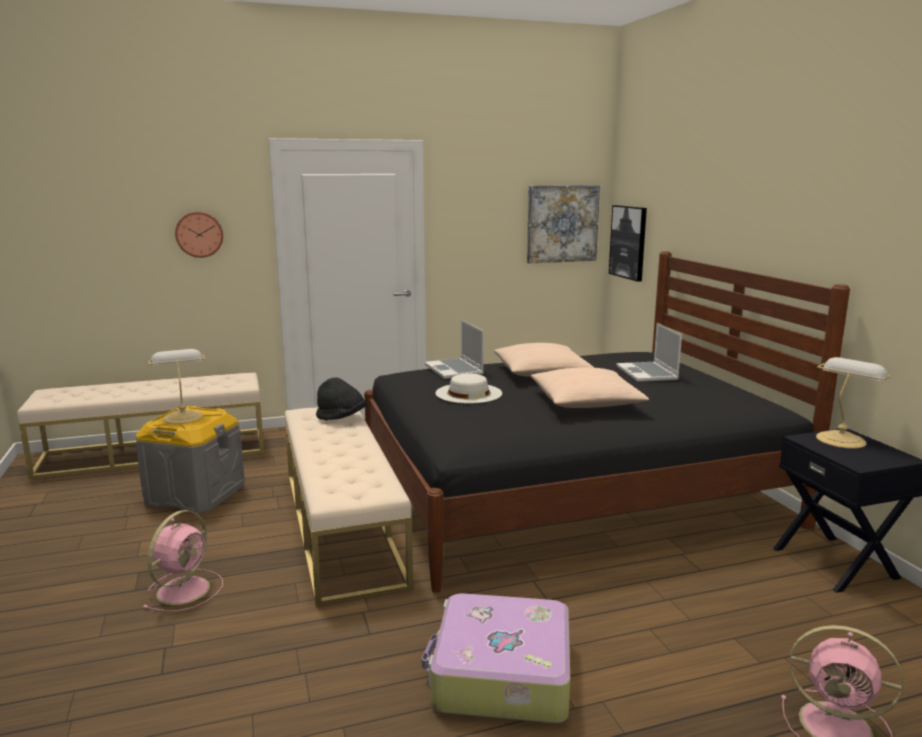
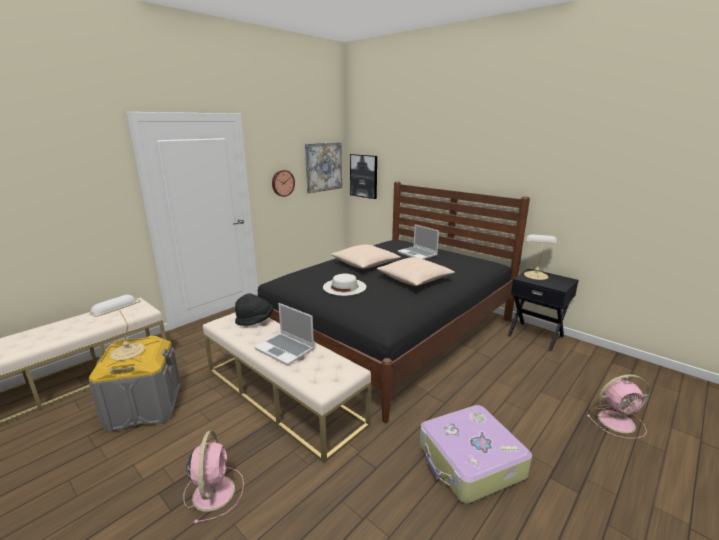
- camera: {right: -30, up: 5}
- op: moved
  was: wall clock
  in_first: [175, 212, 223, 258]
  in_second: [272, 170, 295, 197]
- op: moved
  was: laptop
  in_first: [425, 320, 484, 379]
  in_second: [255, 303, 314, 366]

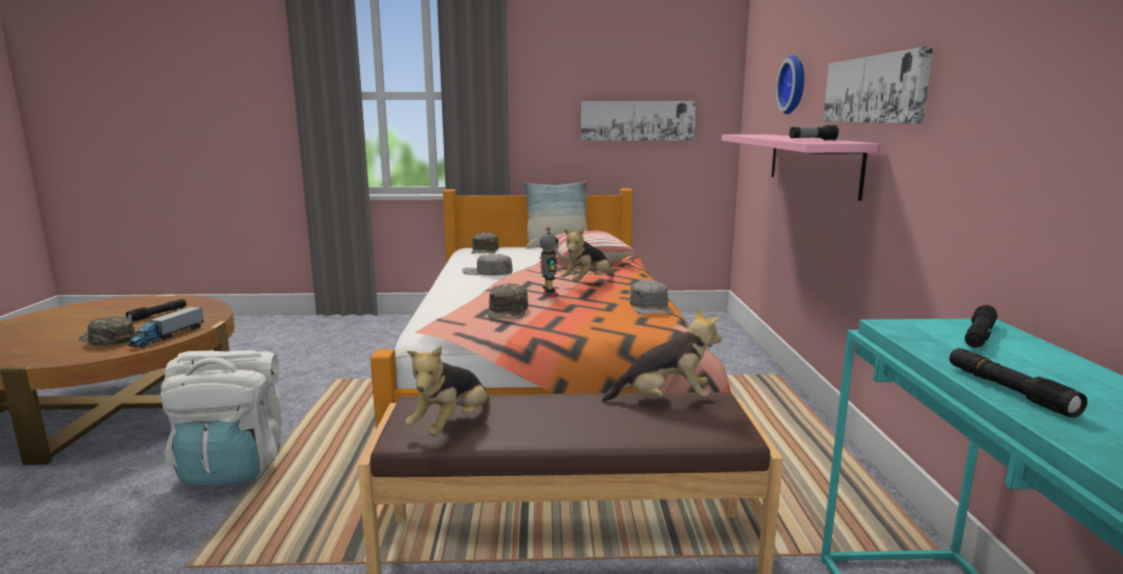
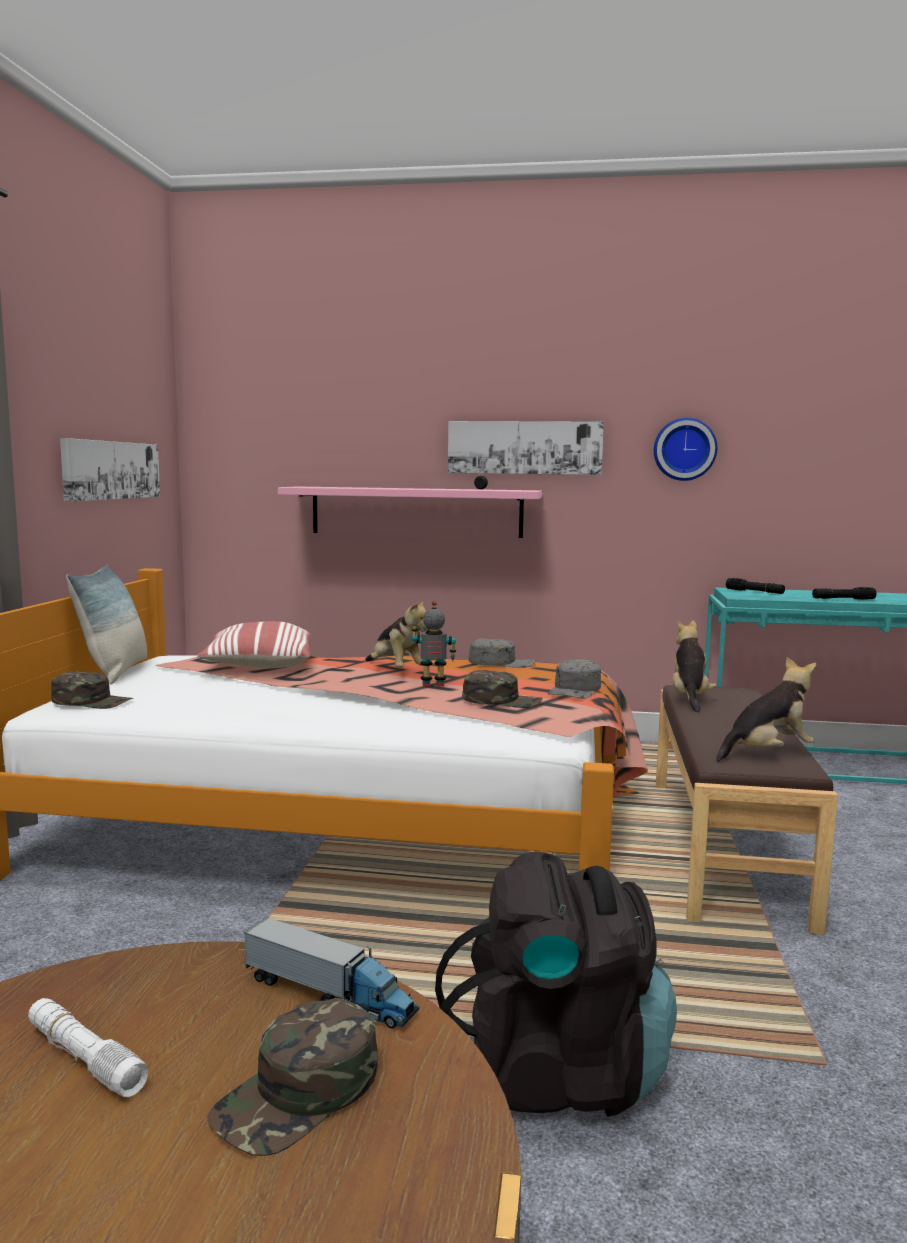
- camera: {right: -80, up: -5}
- op: recoloured
  was: flashlight in black
  now: flashlight in white
  in_first: [126, 299, 186, 322]
  in_second: [28, 998, 148, 1097]
- op: recoloured
  was: backpack in white
  now: backpack in black
  in_first: [161, 350, 281, 486]
  in_second: [435, 851, 677, 1117]
- op: turned
  was: plush toy
  in_first: [405, 346, 489, 436]
  in_second: [716, 657, 816, 762]
  clockwise: -60
- op: moved
  was: cap in grey
  in_first: [462, 254, 513, 276]
  in_second: [548, 659, 601, 699]
- op: moved
  was: wall clock
  in_first: [776, 55, 804, 114]
  in_second: [654, 418, 717, 481]

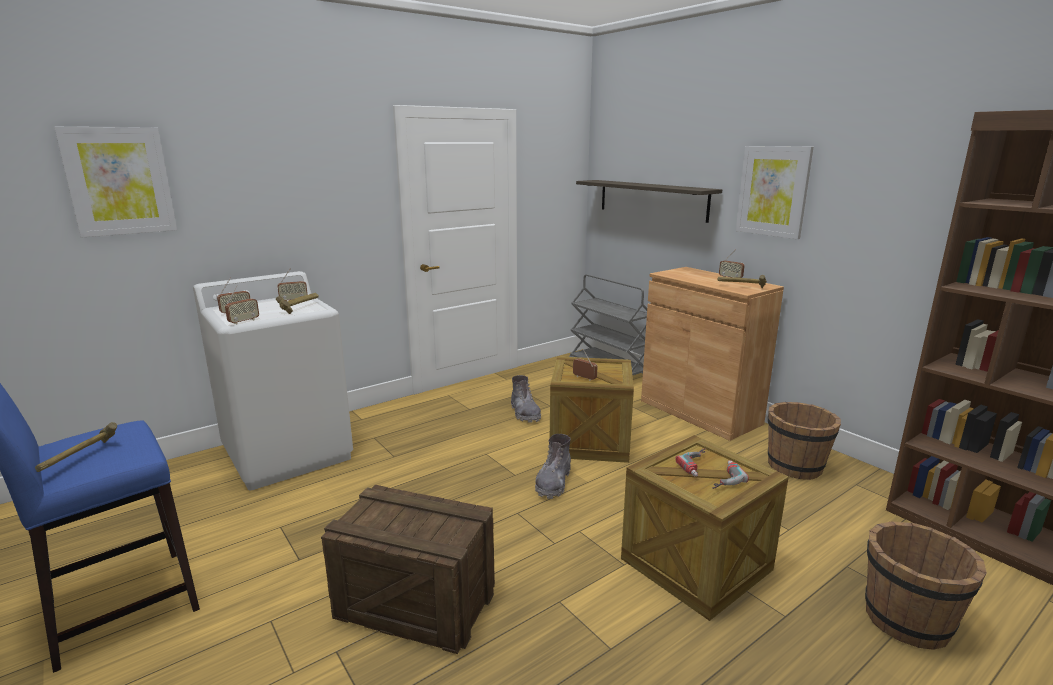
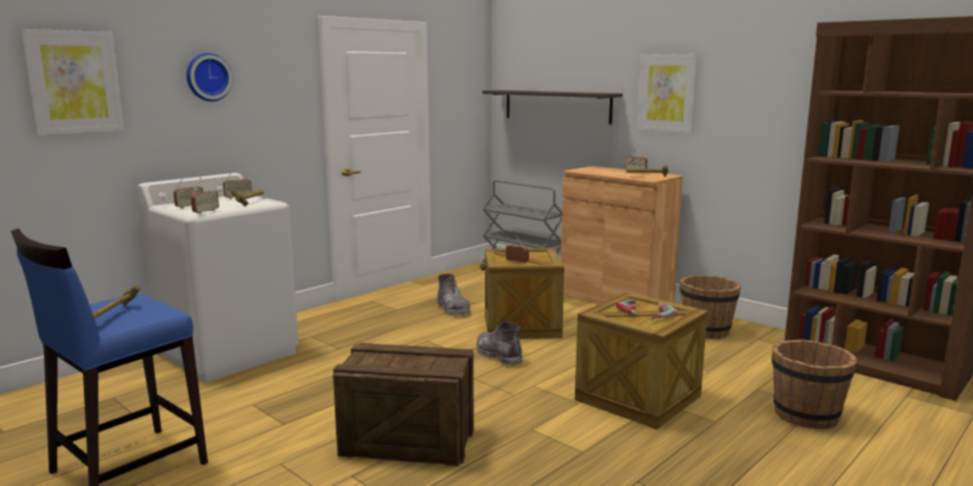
- camera: {right: -10, up: -5}
- op: turned
  was: boot in grey
  in_first: [535, 434, 571, 499]
  in_second: [477, 321, 523, 366]
  clockwise: 135
- op: added
  now: wall clock
  in_second: [186, 53, 232, 102]

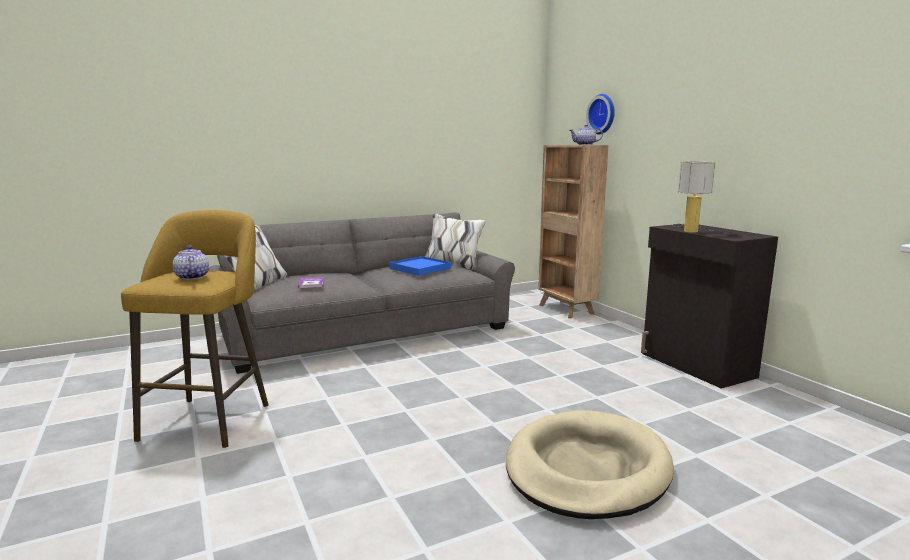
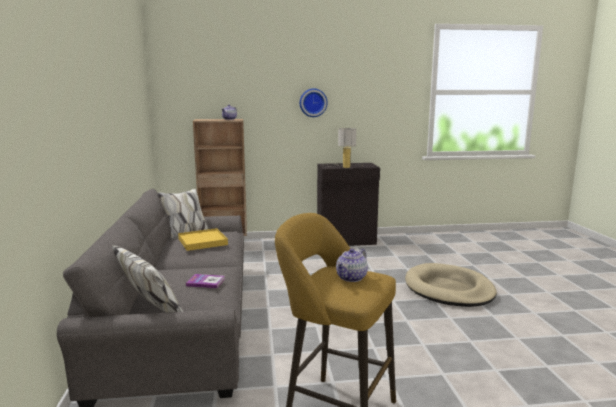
- camera: {right: -70, up: 0}
- op: turned
  was: teapot
  in_first: [173, 246, 209, 280]
  in_second: [336, 248, 368, 282]
  clockwise: -45
- op: recoloured
  was: tray in blue
  now: tray in yellow
  in_first: [389, 256, 451, 276]
  in_second: [178, 228, 228, 251]
- op: moved
  was: wall clock
  in_first: [586, 94, 615, 134]
  in_second: [300, 88, 328, 117]

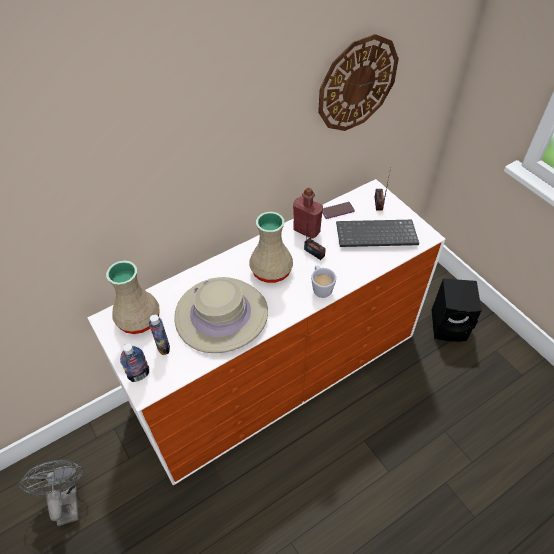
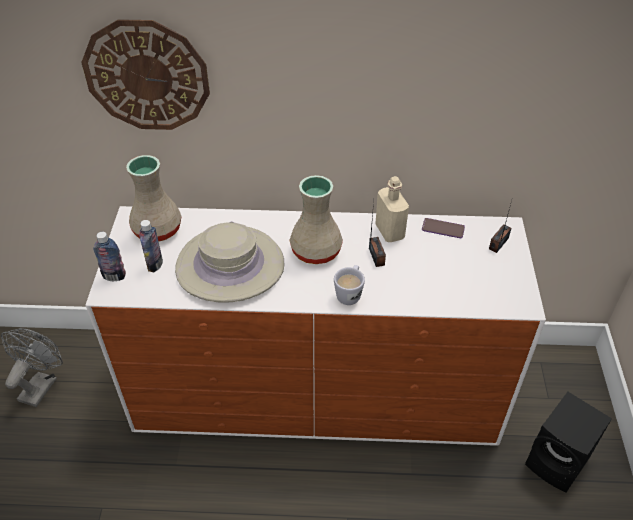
- camera: {right: 35, up: -5}
- op: recoloured
  was: bottle in red
  now: bottle in beige
  in_first: [293, 188, 323, 239]
  in_second: [375, 176, 409, 242]
- op: moved
  was: wall clock
  in_first: [318, 34, 399, 131]
  in_second: [81, 19, 210, 130]
- op: removed
  was: keyboard
  in_first: [336, 220, 419, 247]

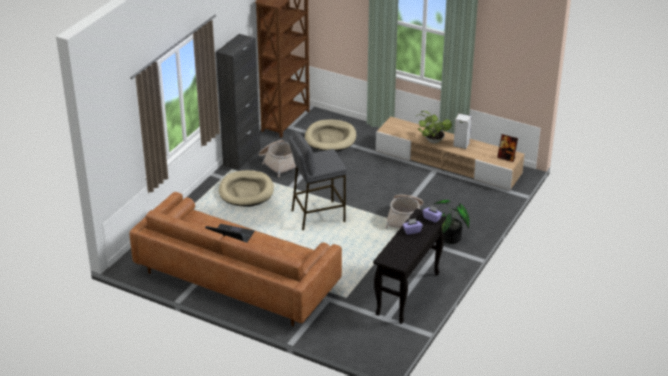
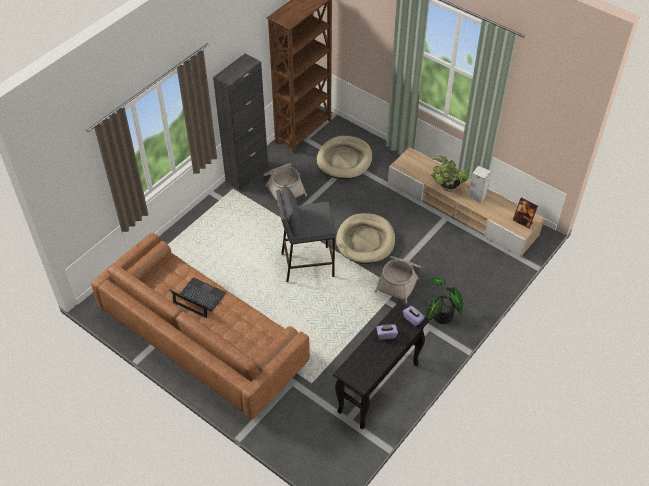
- camera: {right: 10, up: 15}
- op: moved
  was: dog bed in beige
  in_first: [219, 170, 274, 207]
  in_second: [336, 213, 395, 264]

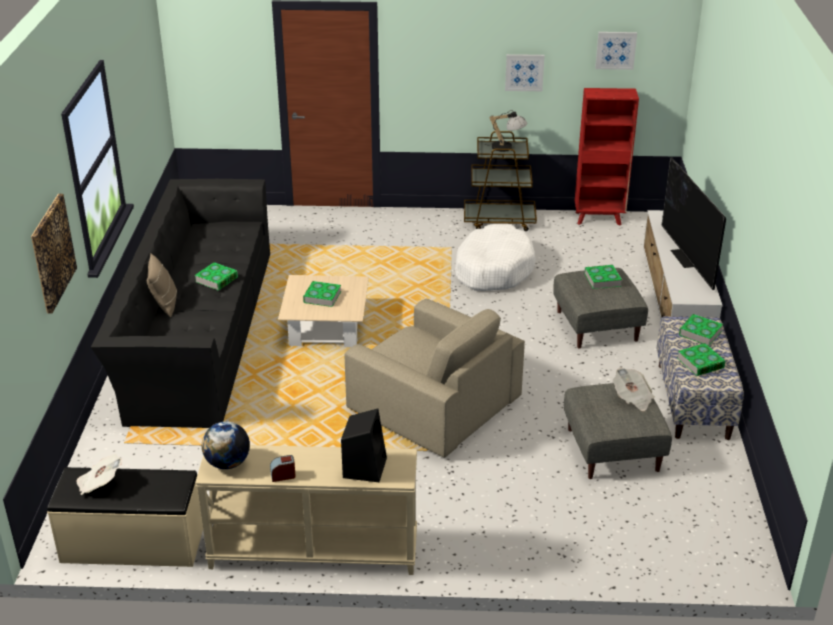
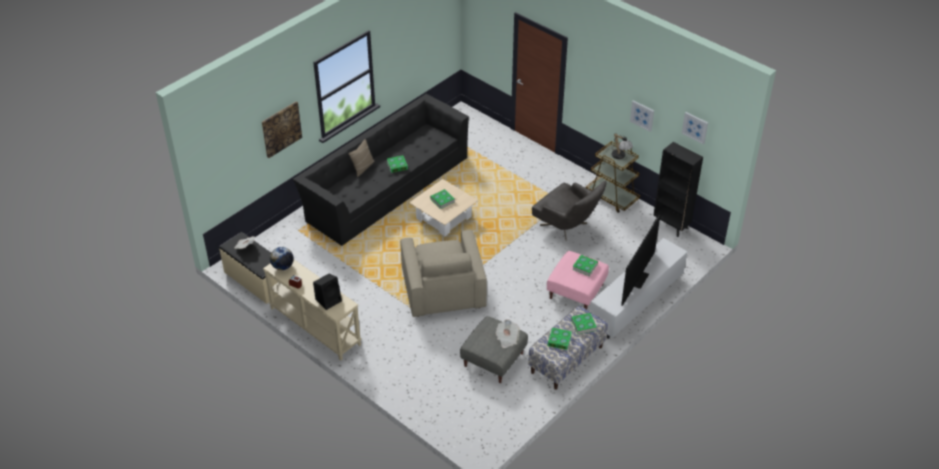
- camera: {right: 40, up: 10}
- op: replaced
  was: dog bed in white
  now: armchair in grey
  in_first: [455, 224, 536, 291]
  in_second: [532, 181, 606, 241]
- op: recoloured
  was: ottoman in grey
  now: ottoman in pink
  in_first: [553, 268, 648, 348]
  in_second: [547, 251, 609, 309]
- op: recoloured
  was: bookcase in red
  now: bookcase in black
  in_first: [575, 88, 639, 226]
  in_second: [653, 142, 703, 237]

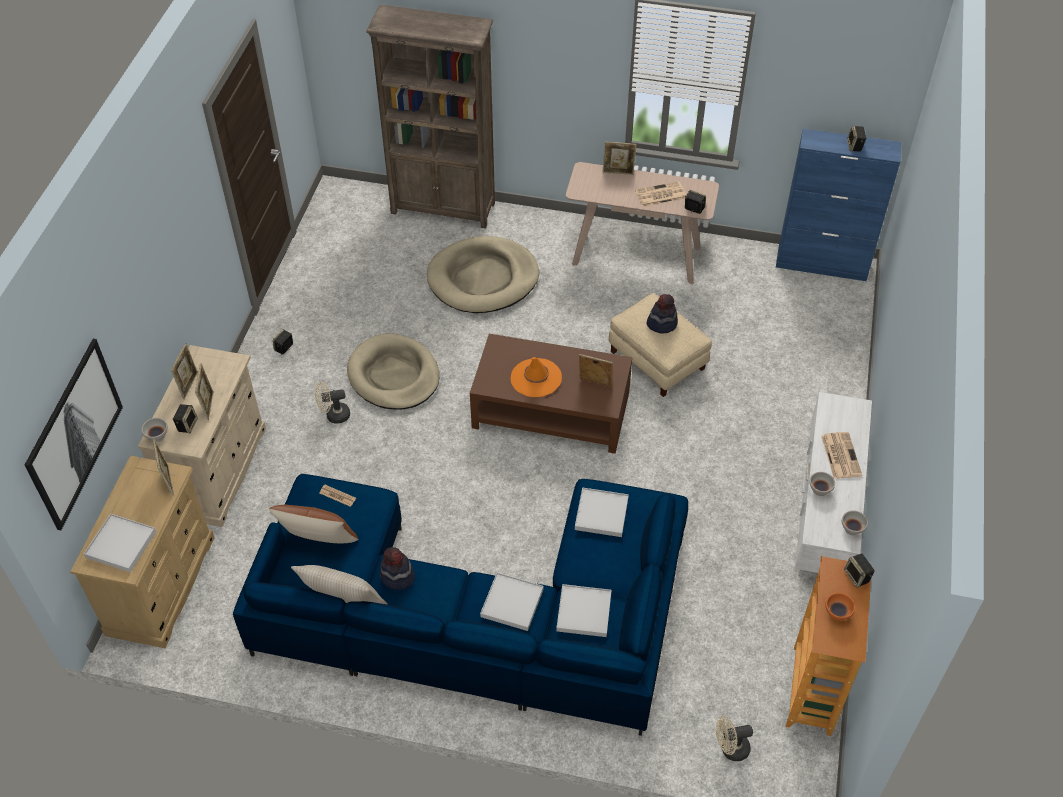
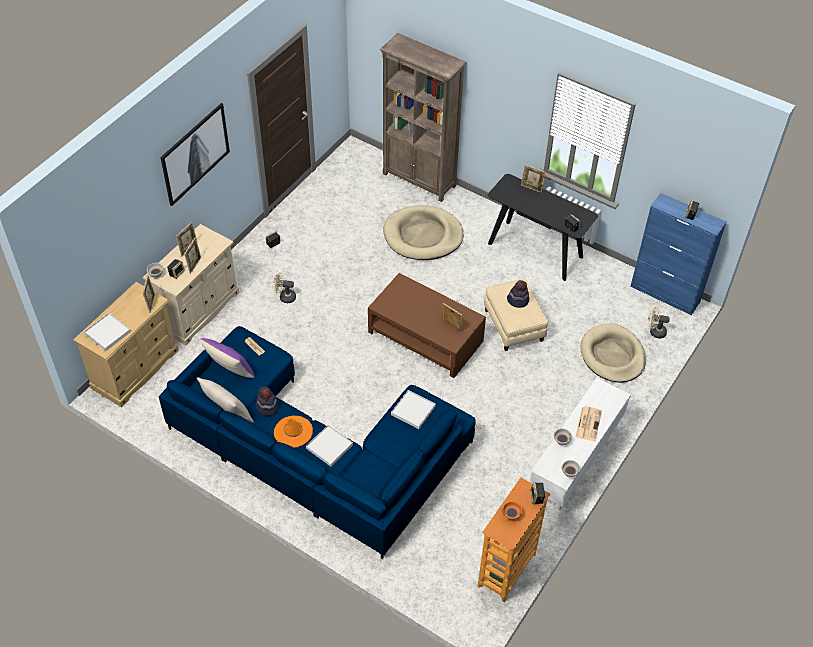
- camera: {right: 20, up: 0}
- op: moved
  was: picture
  in_first: [25, 339, 123, 530]
  in_second: [160, 103, 230, 206]
- op: recoloured
  was: pillow in brown
  now: pillow in purple
  in_first: [269, 505, 359, 543]
  in_second: [201, 338, 255, 378]
- op: moved
  was: dog bed in beige
  in_first: [347, 333, 439, 410]
  in_second: [580, 323, 646, 383]
- op: moved
  was: hat in orange
  in_first: [511, 357, 562, 397]
  in_second: [274, 416, 313, 447]
- op: removed
  was: tray in white
  in_first: [556, 584, 611, 637]
- op: recoloured
  was: console table in beige
  now: console table in black
  in_first: [566, 162, 719, 284]
  in_second: [488, 174, 598, 281]
- op: removed
  was: newspaper
  in_first: [635, 181, 686, 207]
- op: moved
  was: fan in beige
  in_first: [716, 716, 753, 761]
  in_second: [648, 307, 670, 338]

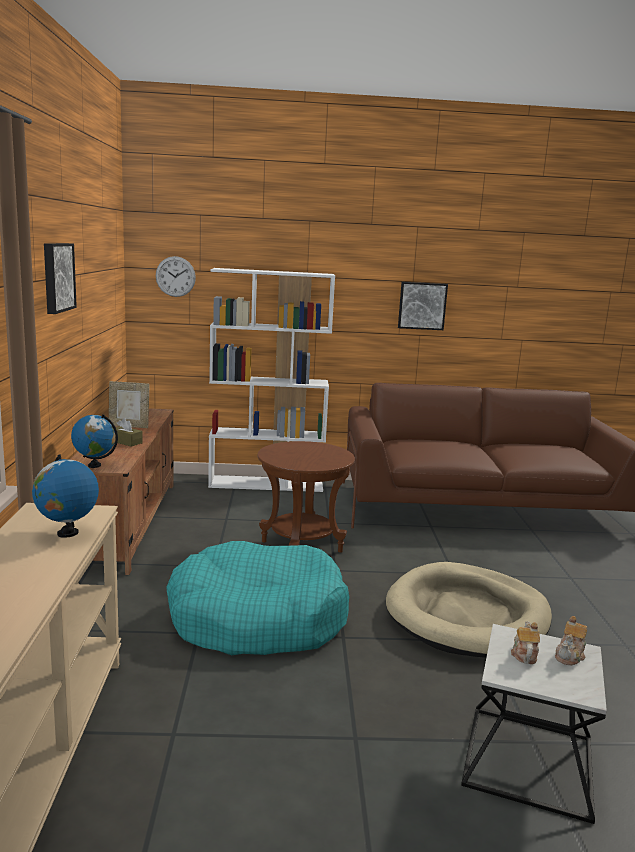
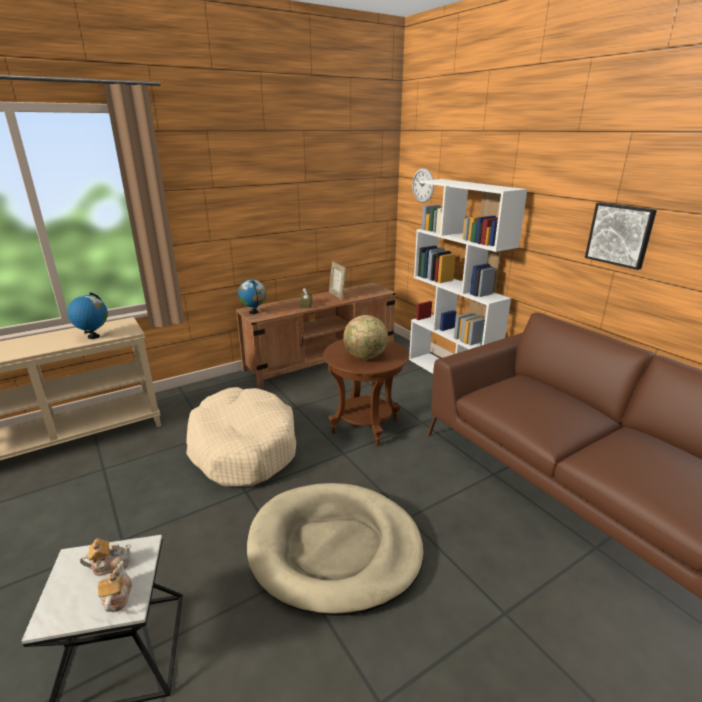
- camera: {right: 60, up: 10}
- op: removed
  was: picture
  in_first: [44, 243, 77, 314]
- op: recoloured
  was: dog bed in turquoise
  now: dog bed in beige
  in_first: [166, 541, 349, 655]
  in_second: [186, 387, 296, 487]
- op: turned
  was: teapot
  in_first: [555, 616, 587, 665]
  in_second: [98, 561, 132, 612]
  clockwise: 75
- op: added
  now: globe
  in_second: [343, 315, 388, 359]

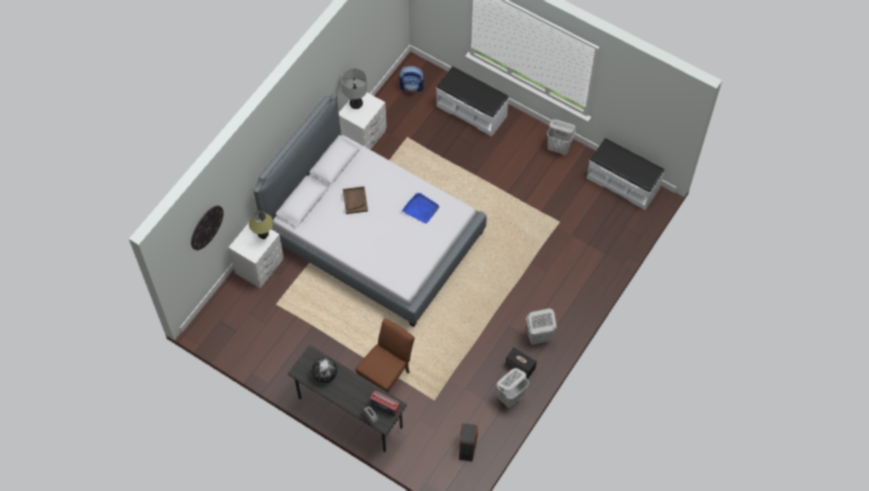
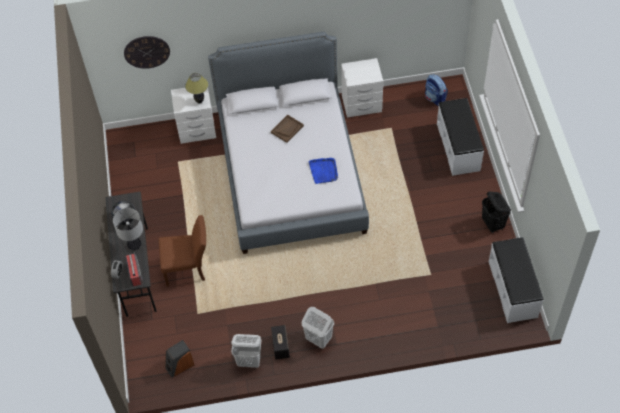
- camera: {right: 50, up: -5}
- op: moved
  was: table lamp
  in_first: [341, 68, 367, 109]
  in_second: [113, 208, 143, 250]
- op: recoloured
  was: laundry basket in white
  now: laundry basket in black
  in_first: [547, 119, 576, 155]
  in_second: [482, 191, 511, 233]

